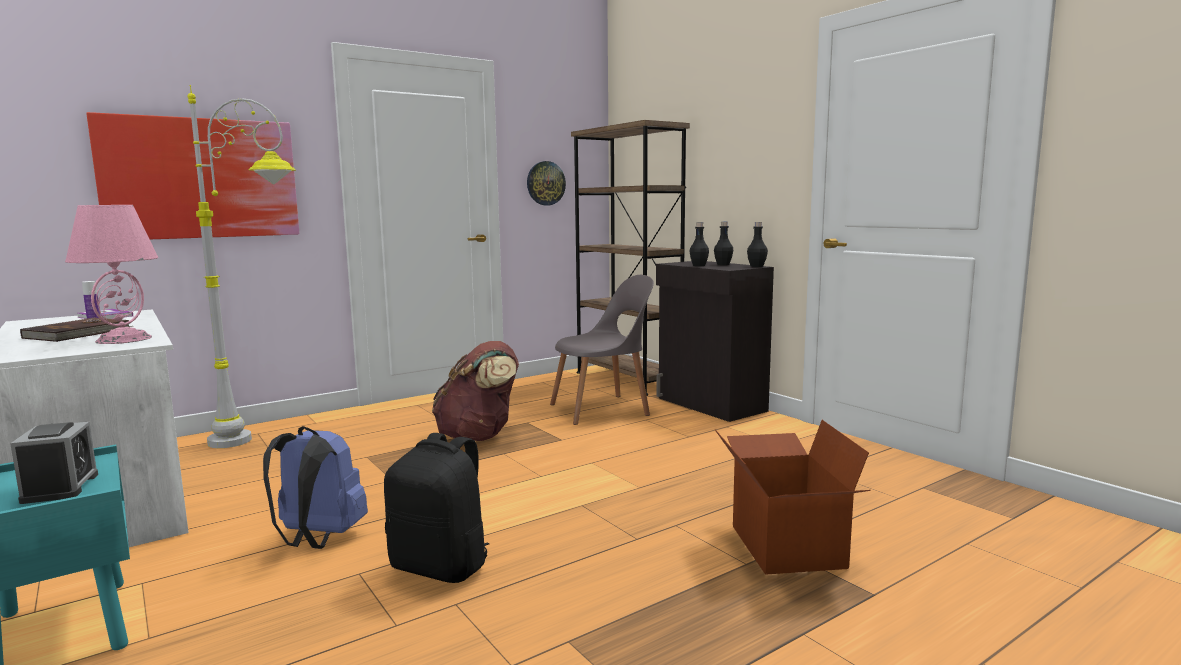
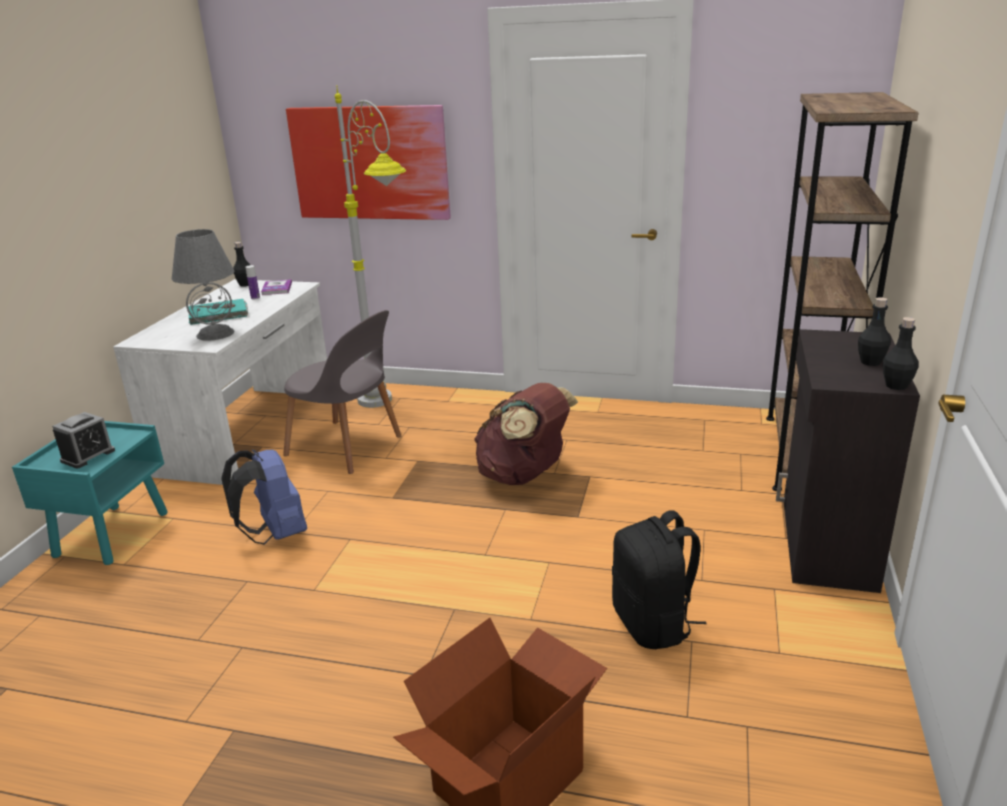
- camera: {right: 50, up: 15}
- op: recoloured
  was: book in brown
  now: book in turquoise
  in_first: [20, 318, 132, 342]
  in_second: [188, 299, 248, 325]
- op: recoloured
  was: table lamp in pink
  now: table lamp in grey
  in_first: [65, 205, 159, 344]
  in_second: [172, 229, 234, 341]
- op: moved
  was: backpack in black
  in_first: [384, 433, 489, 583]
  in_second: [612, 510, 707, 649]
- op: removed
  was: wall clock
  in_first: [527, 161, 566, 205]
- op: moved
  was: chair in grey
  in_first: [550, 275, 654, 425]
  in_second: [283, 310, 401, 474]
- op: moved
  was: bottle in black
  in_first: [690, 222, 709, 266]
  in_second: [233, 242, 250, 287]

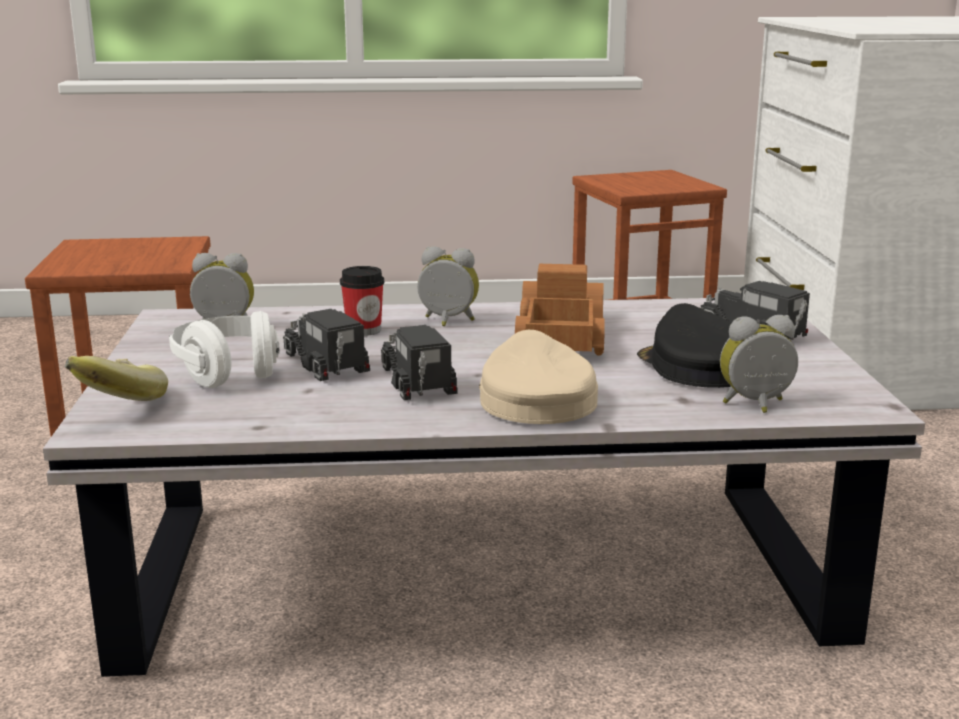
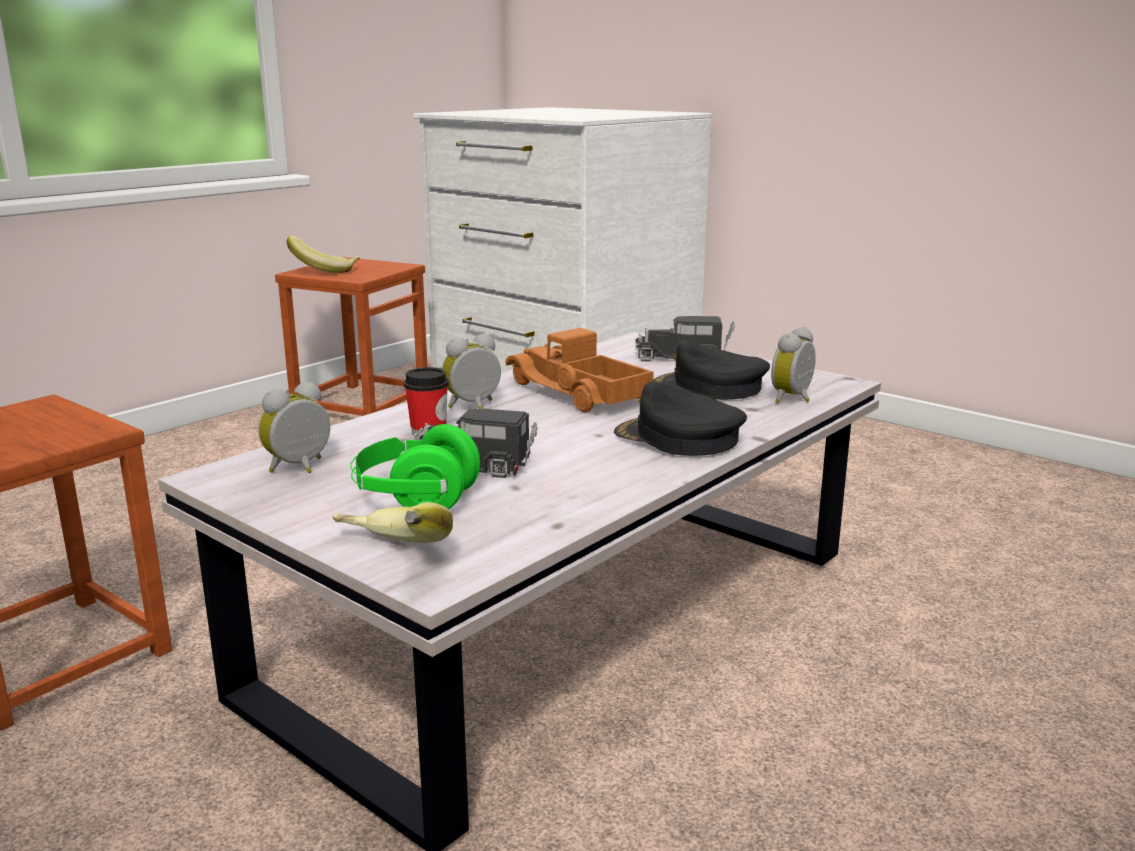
- camera: {right: -45, up: 0}
- op: recoloured
  was: headphones in white
  now: headphones in green
  in_first: [169, 311, 280, 388]
  in_second: [350, 424, 481, 509]
- op: removed
  was: toy truck
  in_first: [381, 325, 458, 400]
- op: recoloured
  was: cap in beige
  now: cap in black
  in_first: [479, 330, 598, 424]
  in_second: [614, 381, 747, 456]
- op: added
  now: banana
  in_second: [287, 235, 360, 273]

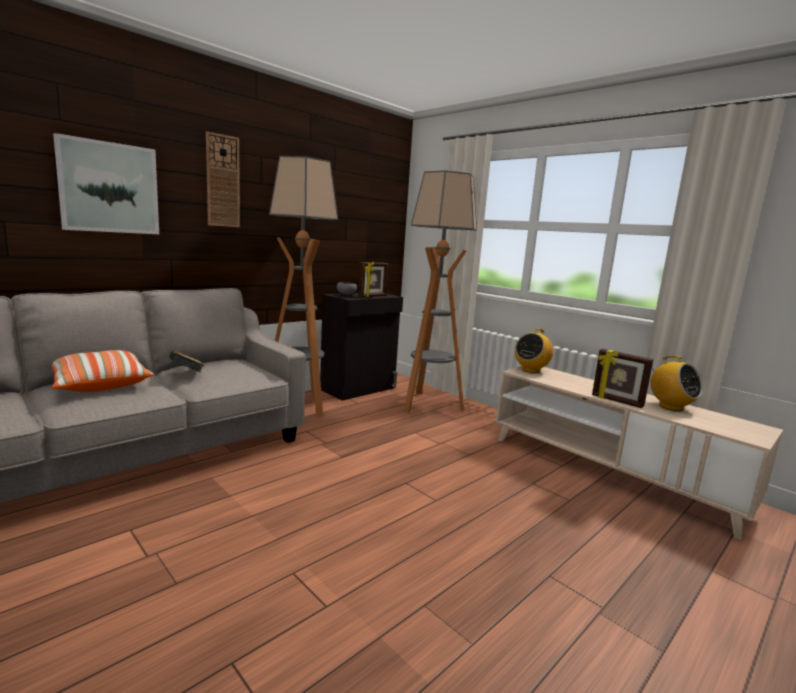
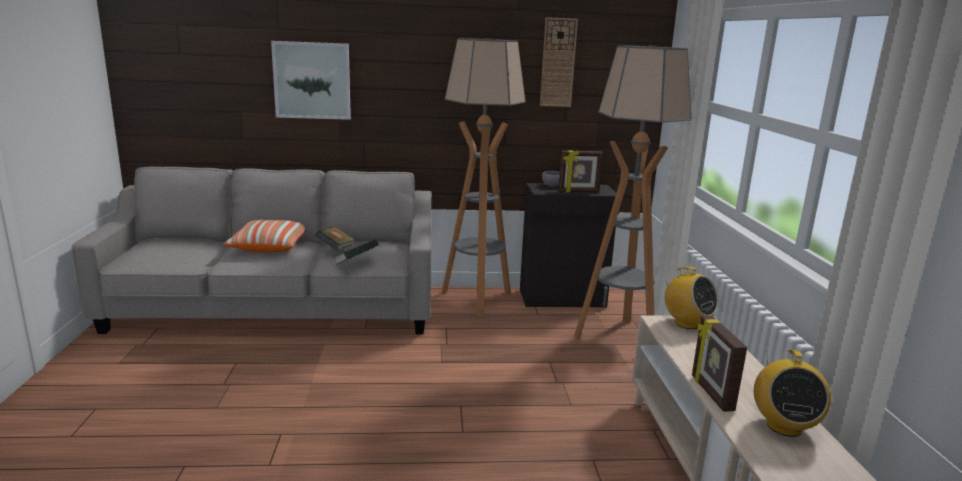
- camera: {right: 40, up: 5}
- op: moved
  was: wall clock
  in_first: [206, 132, 240, 227]
  in_second: [540, 17, 578, 107]
- op: turned
  was: radio
  in_first: [515, 328, 553, 373]
  in_second: [664, 266, 719, 329]
  clockwise: -120
- op: added
  now: book
  in_second: [334, 239, 379, 265]

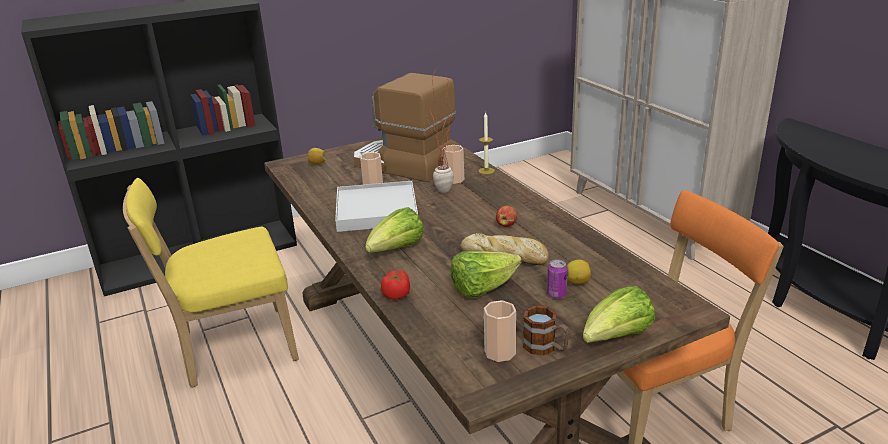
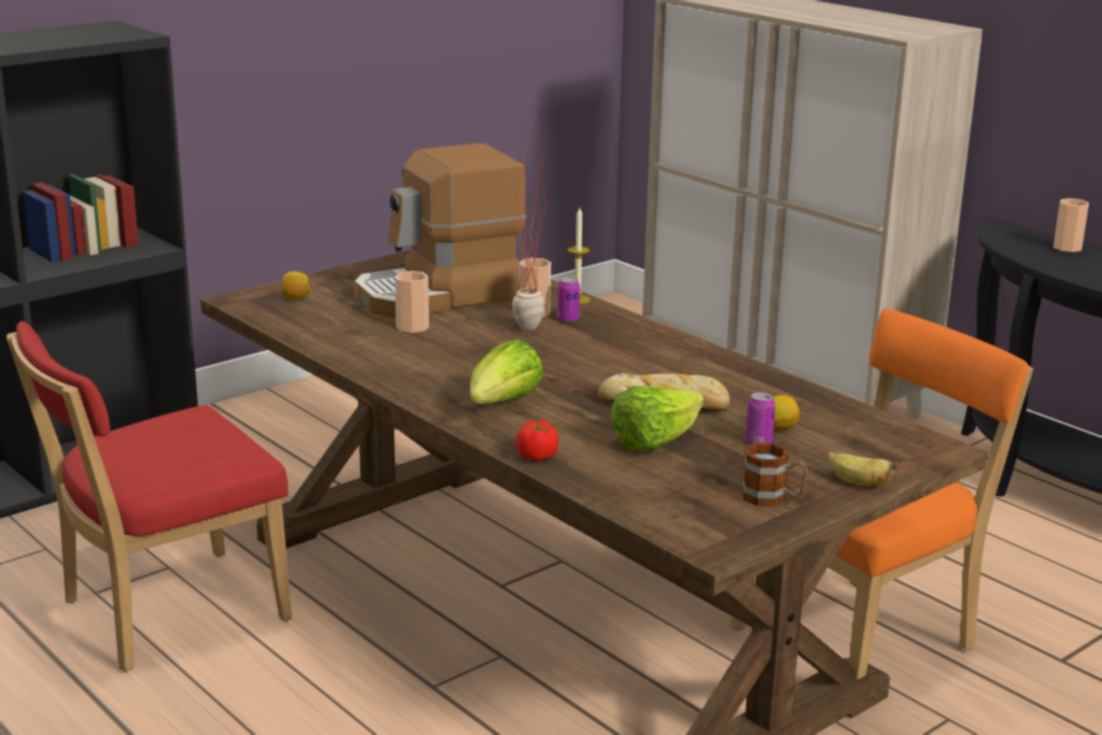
- camera: {right: -15, up: -5}
- op: recoloured
  was: chair in yellow
  now: chair in red
  in_first: [123, 178, 299, 388]
  in_second: [7, 321, 292, 672]
- op: removed
  was: tray in white
  in_first: [335, 181, 418, 232]
- op: turned
  was: coffee machine
  in_first: [354, 73, 456, 182]
  in_second: [354, 143, 527, 318]
  clockwise: -45
- op: moved
  was: cup
  in_first: [484, 300, 516, 362]
  in_second: [1053, 198, 1089, 252]
- op: removed
  was: apple
  in_first: [496, 205, 517, 227]
- op: replaced
  was: lettuce
  now: banana
  in_first: [583, 286, 655, 343]
  in_second: [828, 452, 898, 486]
- op: added
  now: can
  in_second: [557, 277, 580, 323]

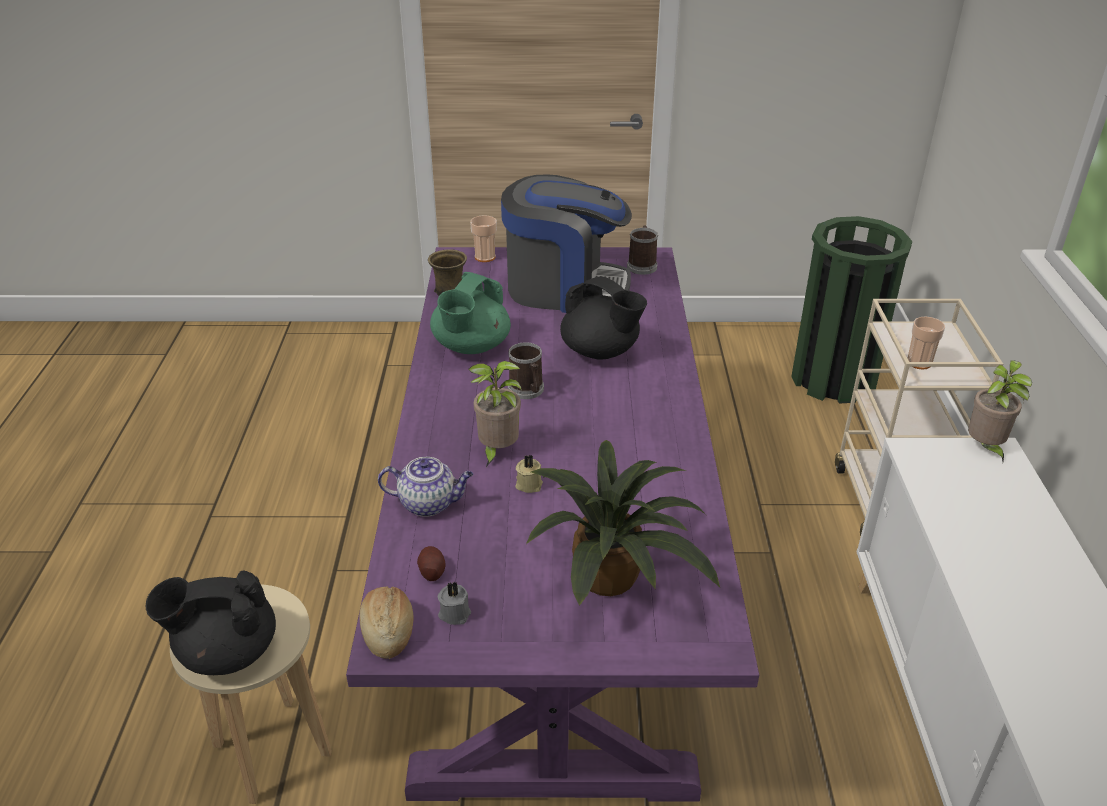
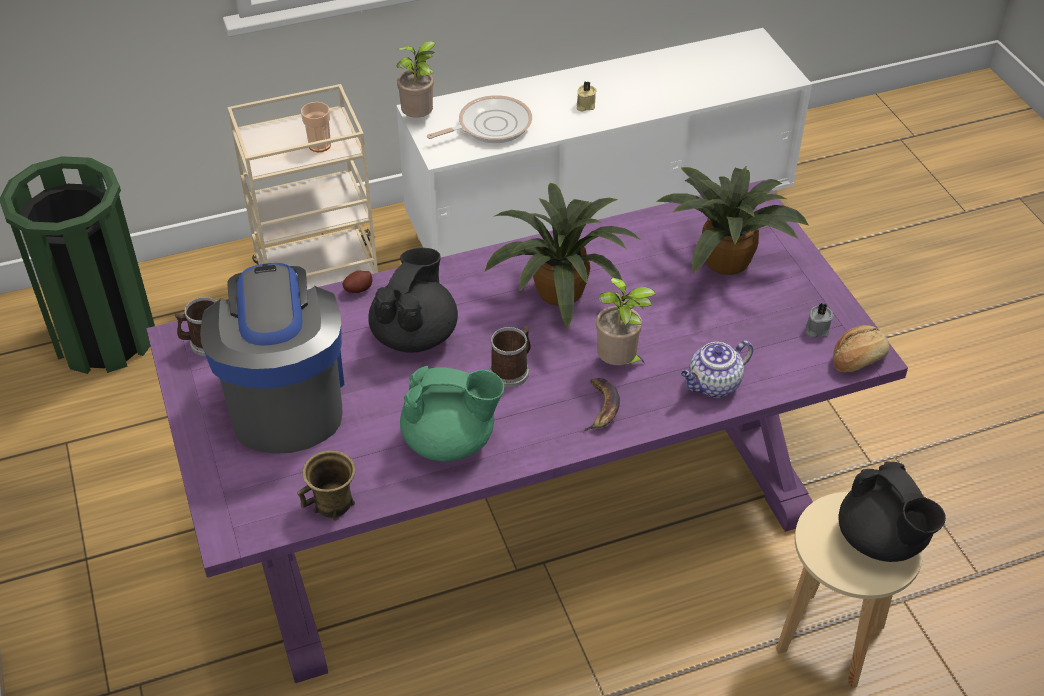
- camera: {right: -110, up: 10}
- op: turned
  was: teapot
  in_first: [378, 457, 473, 517]
  in_second: [681, 340, 753, 398]
  clockwise: -105
- op: moved
  was: potato
  in_first: [417, 546, 446, 581]
  in_second: [342, 270, 372, 293]
- op: removed
  was: cup
  in_first: [470, 215, 497, 262]
- op: moved
  was: candle in beige
  in_first: [515, 455, 543, 493]
  in_second: [577, 81, 597, 112]
- op: added
  now: frying pan
  in_second: [427, 95, 532, 143]
- op: added
  now: potted plant
  in_second: [485, 183, 642, 329]
- op: added
  now: banana
  in_second: [580, 378, 620, 433]

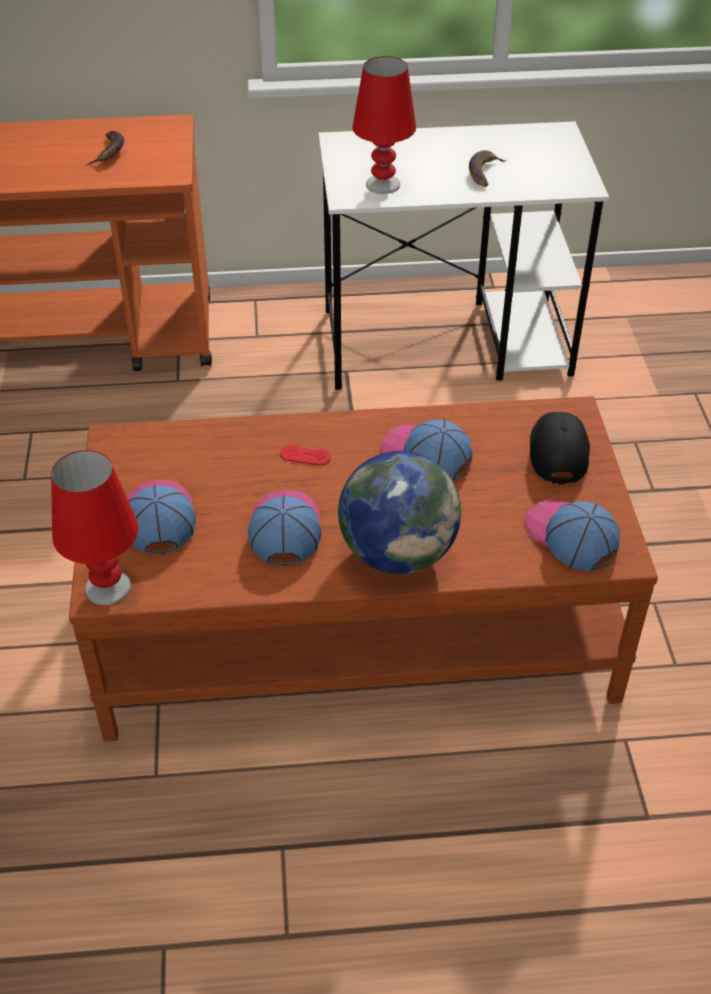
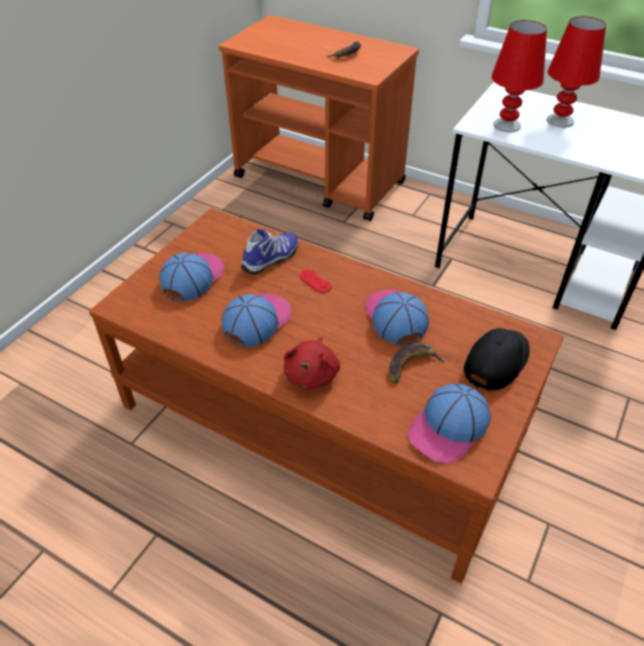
- camera: {right: 35, up: 0}
- op: moved
  was: table lamp in red
  in_first: [51, 450, 139, 605]
  in_second: [547, 16, 606, 128]
- op: replaced
  was: globe
  now: plush toy in red
  in_first: [338, 451, 461, 574]
  in_second: [284, 337, 340, 389]
- op: moved
  was: banana
  in_first: [469, 150, 507, 187]
  in_second: [389, 343, 445, 384]
- op: turned
  was: cap
  in_first: [524, 498, 620, 571]
  in_second: [408, 383, 491, 464]
  clockwise: -135
- op: added
  now: shoe
  in_second: [241, 229, 298, 274]

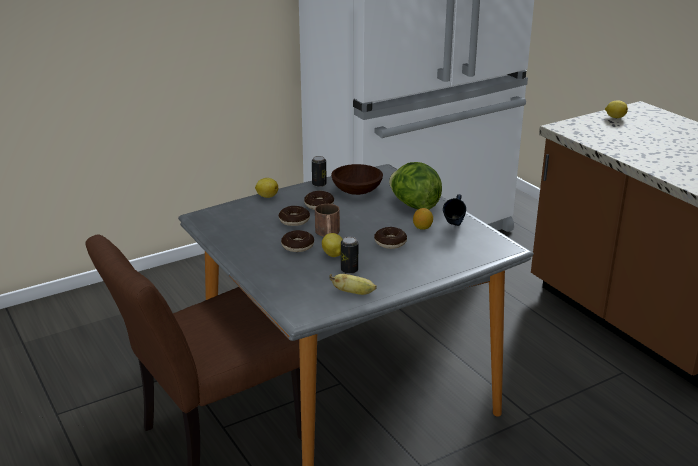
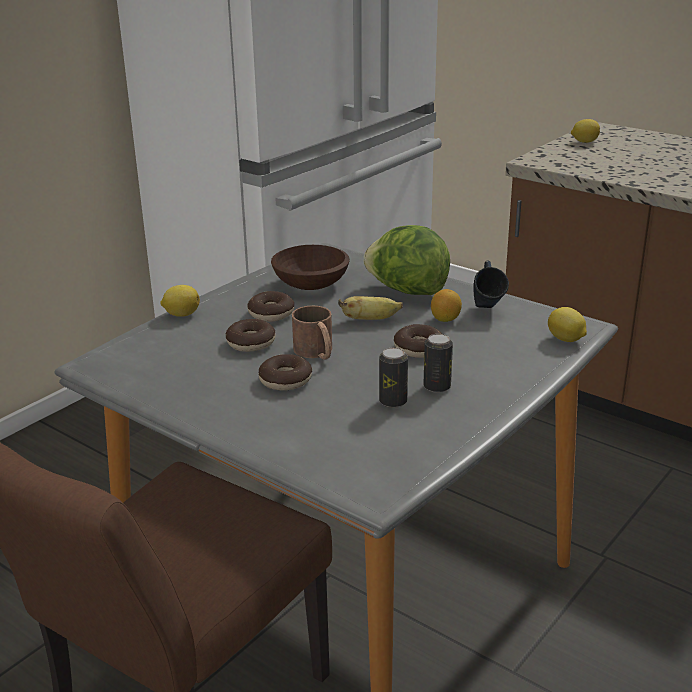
- camera: {right: -20, up: 0}
- op: moved
  was: can
  in_first: [312, 156, 327, 187]
  in_second: [423, 334, 453, 393]
- op: moved
  was: lemon
  in_first: [322, 233, 343, 257]
  in_second: [548, 307, 587, 342]
- op: moved
  was: banana
  in_first: [329, 274, 377, 295]
  in_second: [338, 296, 403, 320]

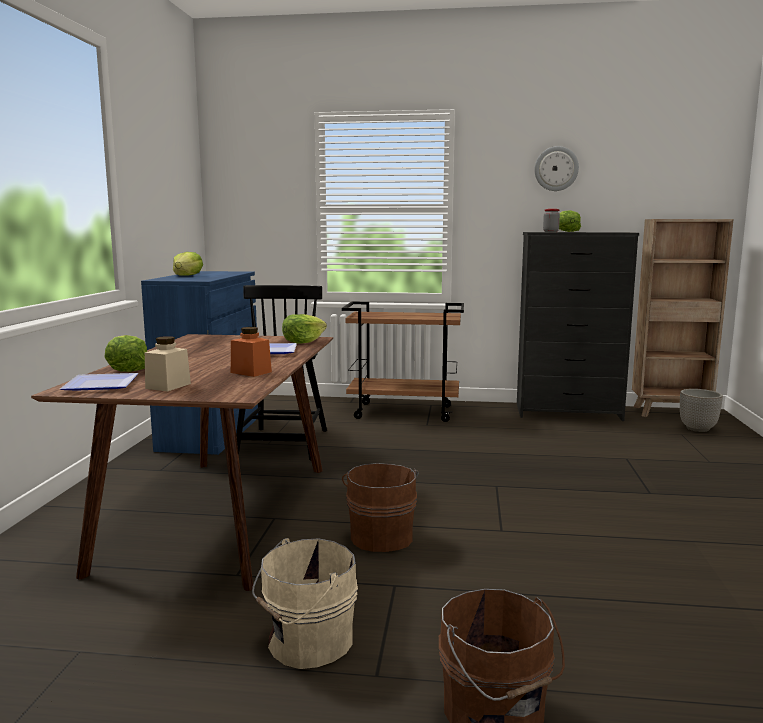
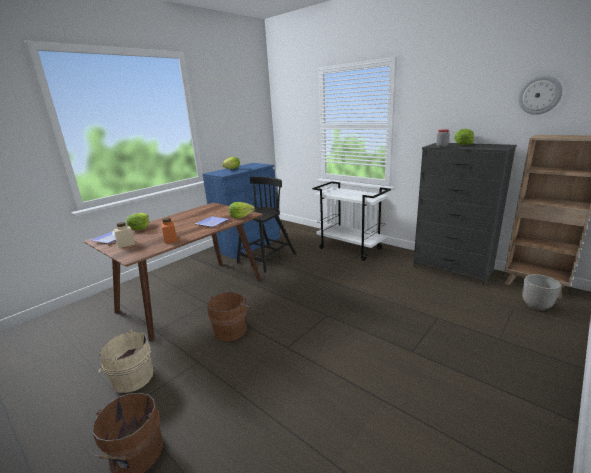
- camera: {right: 35, up: 10}
- op: recoloured
  was: cart in brown
  now: cart in white
  in_first: [342, 302, 464, 422]
  in_second: [312, 181, 391, 261]
- op: moved
  was: wall clock
  in_first: [534, 146, 579, 191]
  in_second: [519, 76, 563, 115]

